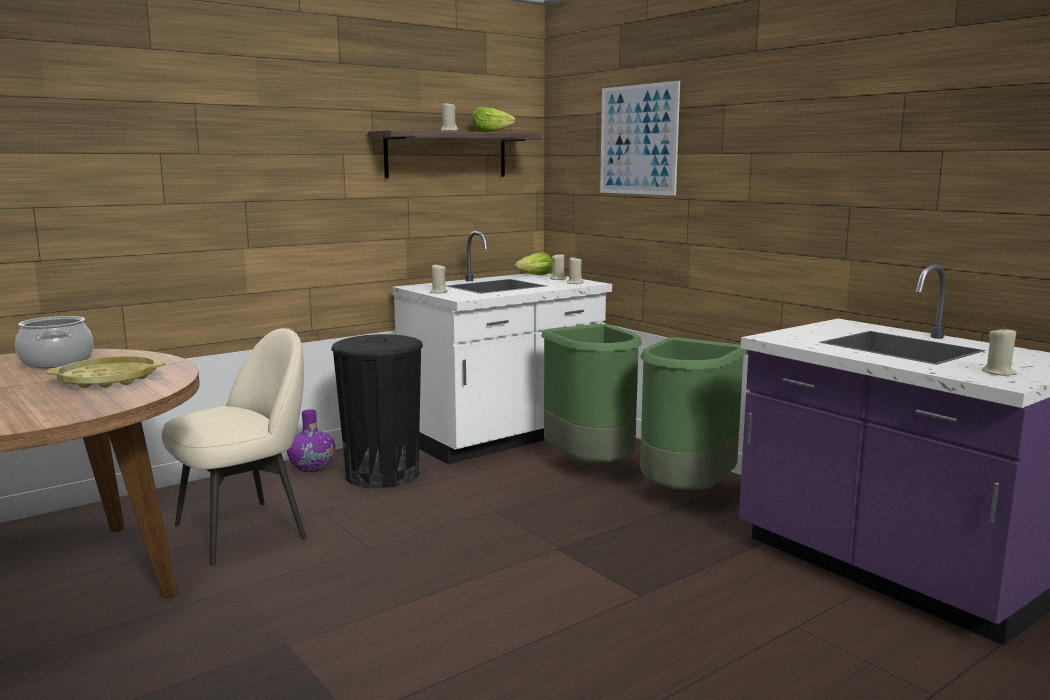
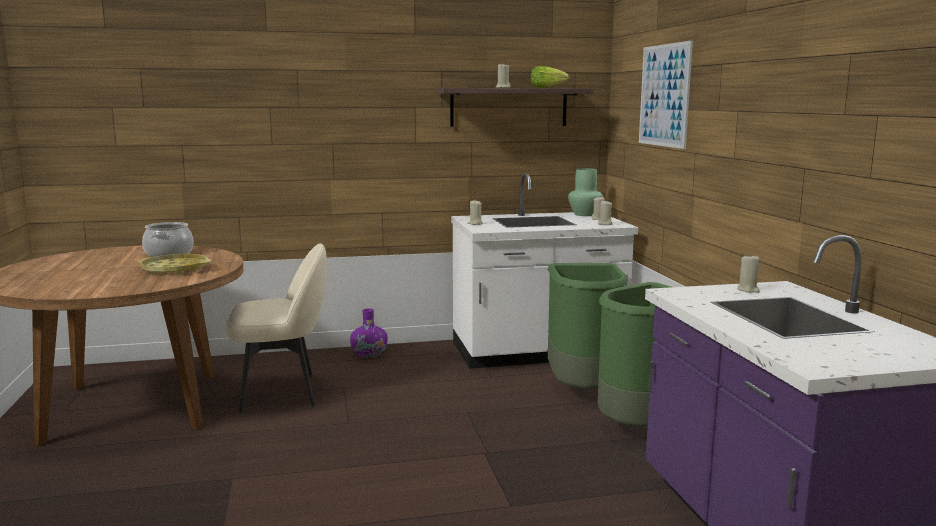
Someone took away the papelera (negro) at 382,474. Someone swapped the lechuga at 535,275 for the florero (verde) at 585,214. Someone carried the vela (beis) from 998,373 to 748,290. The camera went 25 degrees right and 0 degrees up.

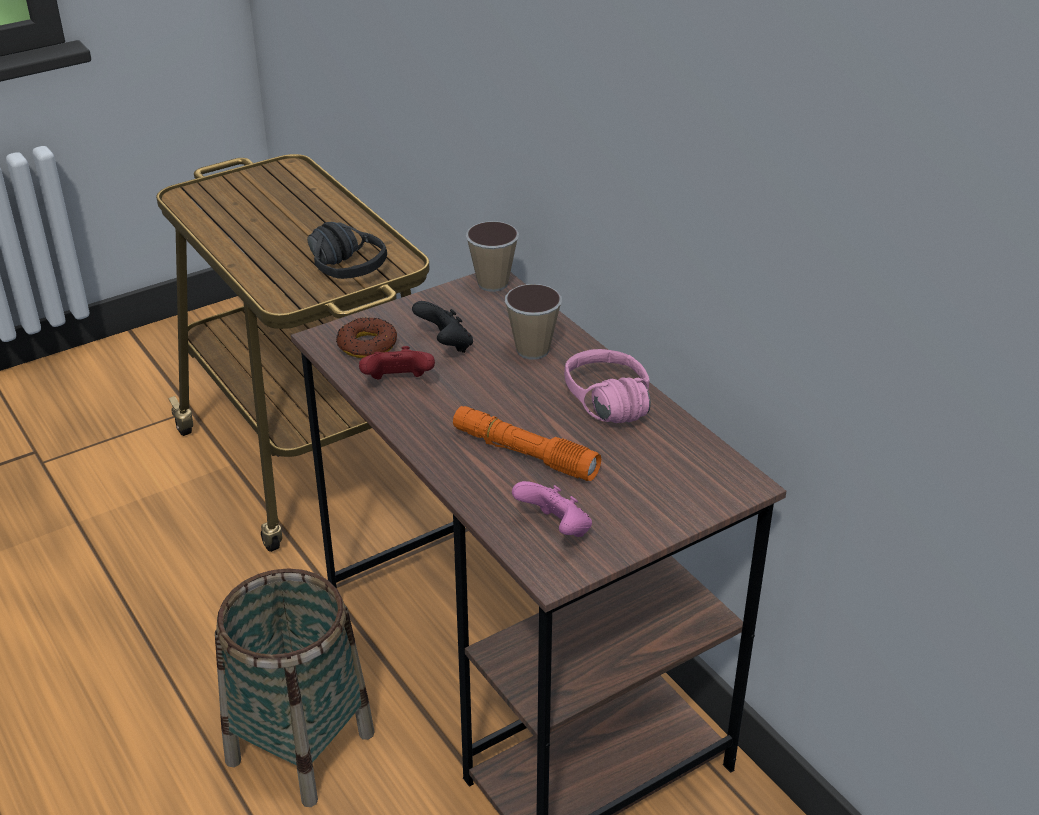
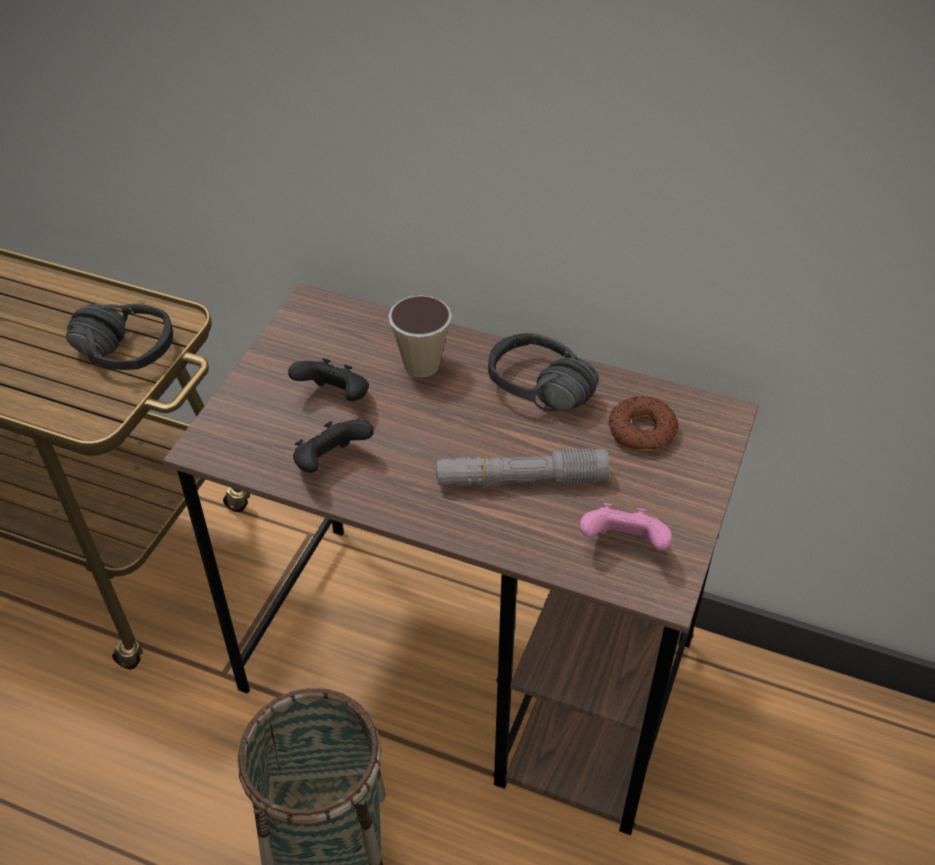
Someone carried the rosquilla from 367,345 to 641,430. Someone repainted the mando de consola (rojo) at 398,383, which became the mando de consola (negro) at 331,463. Someone repainted the linterna (naranja) at 524,453, which became the linterna (gris) at 521,479. Someone took away the taza at 493,283. Someone repainted the auriculares (rosa) at 594,406, which became the auriculares (negro) at 532,398. The camera went 35 degrees left and 10 degrees up.

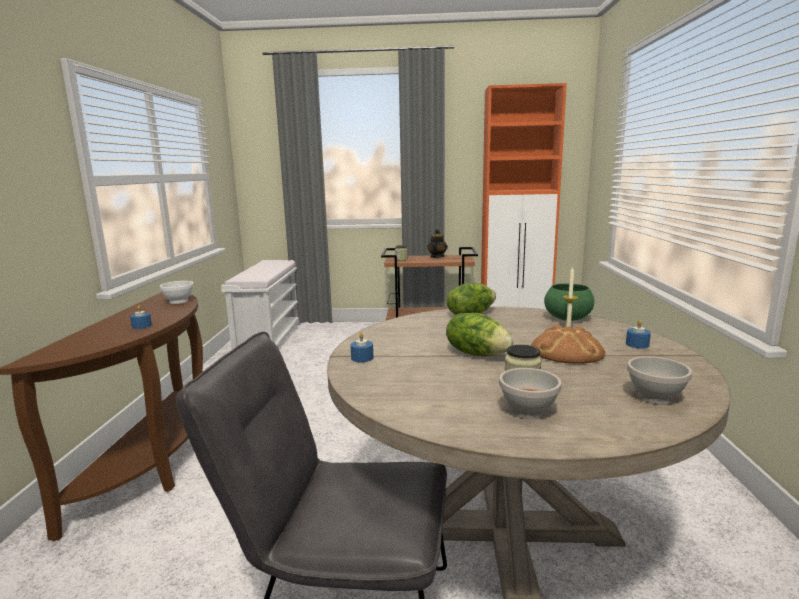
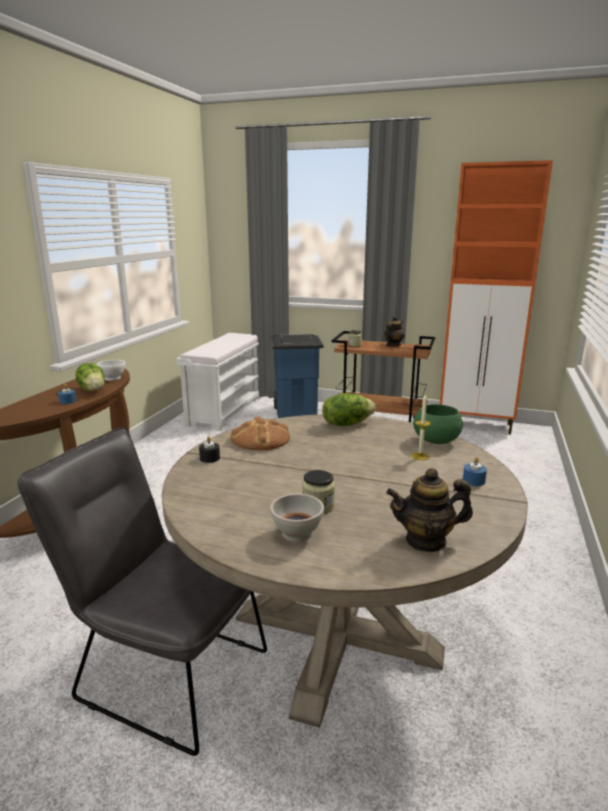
Someone repainted the vela (azul) at 362,358, which became the vela (negro) at 209,458. Someone carried the lechuga from 477,353 to 93,390. Someone carried the pan from 566,351 to 260,439. Someone swapped the cuenco (blanco) at 656,397 for the tetera at 426,541. Someone put down the papelera (azul) at 296,411. The camera went 15 degrees right and 5 degrees up.

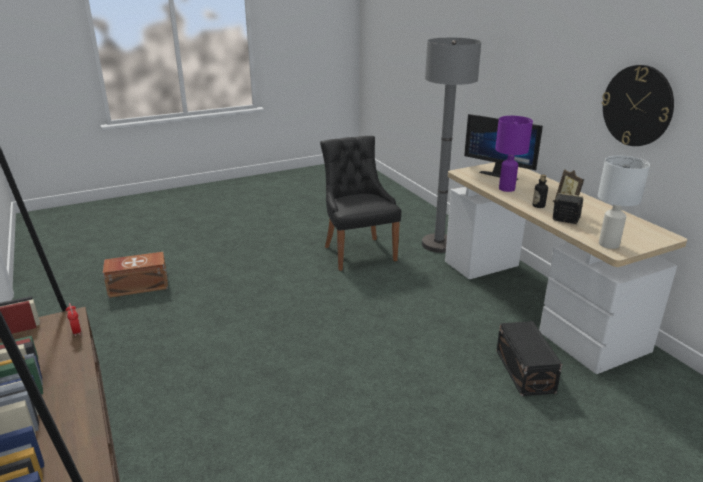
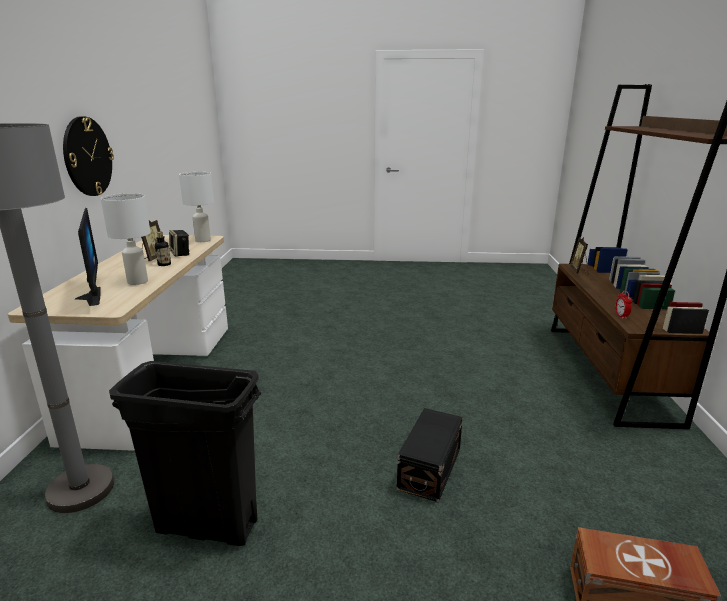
Someone swapped the silla (negro) at 358,252 for the papelera (negro) at 206,526. Someone repainted the lámpara de mesa (morado) at 507,189, which became the lámpara de mesa (blanco) at 137,281. Someone carried the caja de almacenaje (negro) from 524,371 to 431,468. Someone put down the portarretratos at 579,271. The camera went 150 degrees left and 5 degrees down.

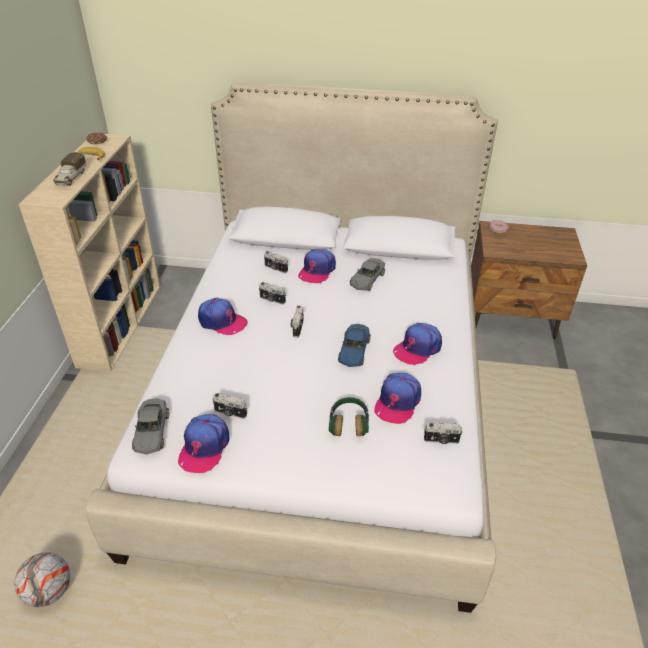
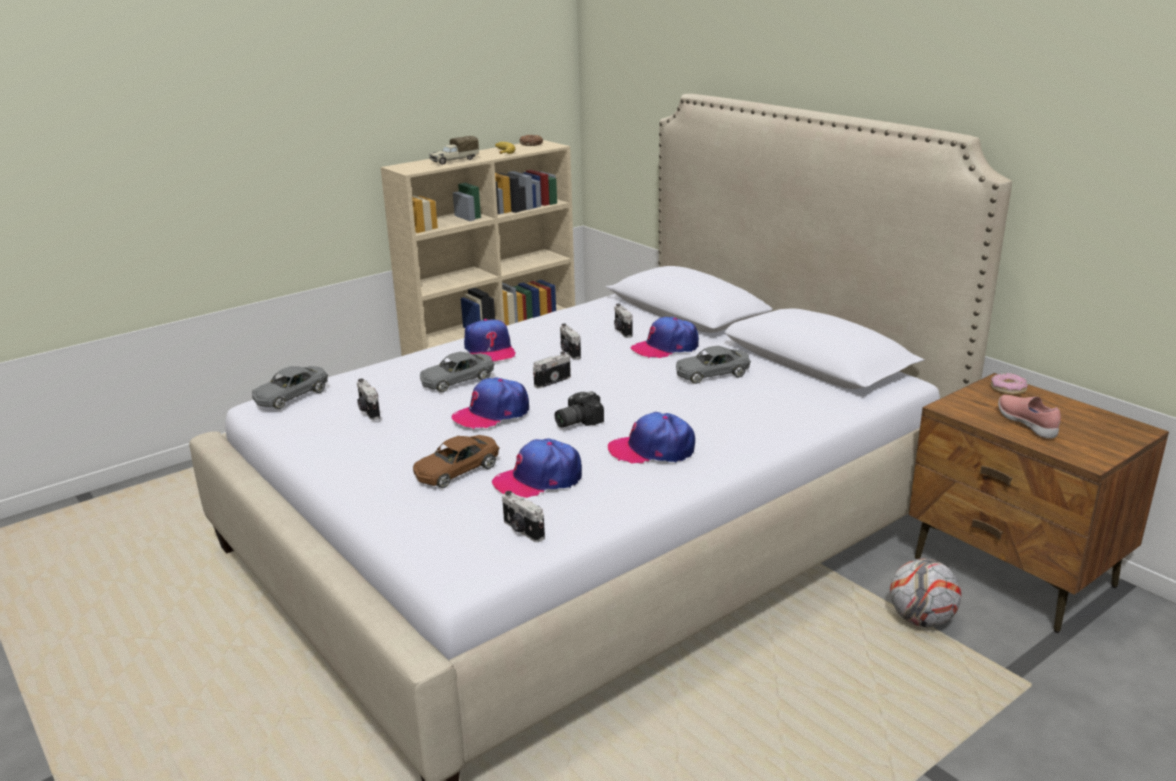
Someone carried the balón de fútbol from 49,591 to 921,619. Someone carried the gorra from 204,447 to 492,413. Someone swapped the auriculares at 348,423 for the coche de juguete (marrón) at 457,470. Someone swapped the coche de juguete (azul) at 354,350 for the cámara at 575,421. Someone put down the coche de juguete (gris) at 457,380. Someone put down the zapato (rosa) at 1027,424. The camera went 45 degrees right and 15 degrees down.

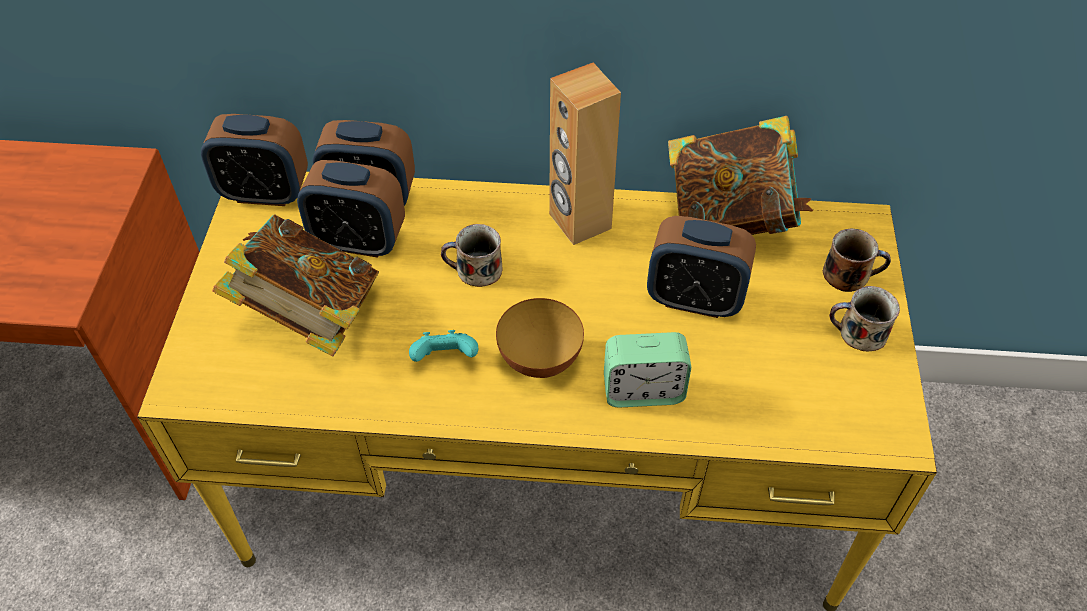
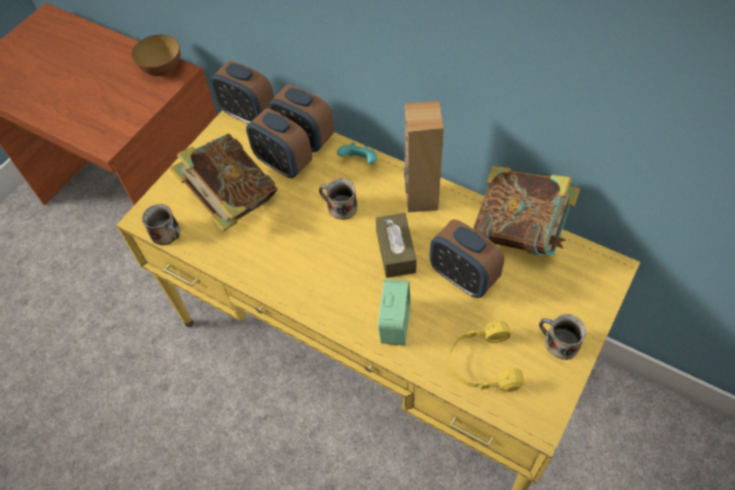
Someone carried the mando de consola (turquesa) from 445,358 to 359,161. Someone carried the cuenco from 540,361 to 163,70. Someone rotated the despertador at 643,390 by 105 degrees counterclockwise. Someone carried the taza grande from 848,274 to 167,233. Someone put down the caja de pañuelos (marrón) at 395,251. Someone put down the auriculares (amarillo) at 481,364. The camera went 30 degrees right and 5 degrees up.

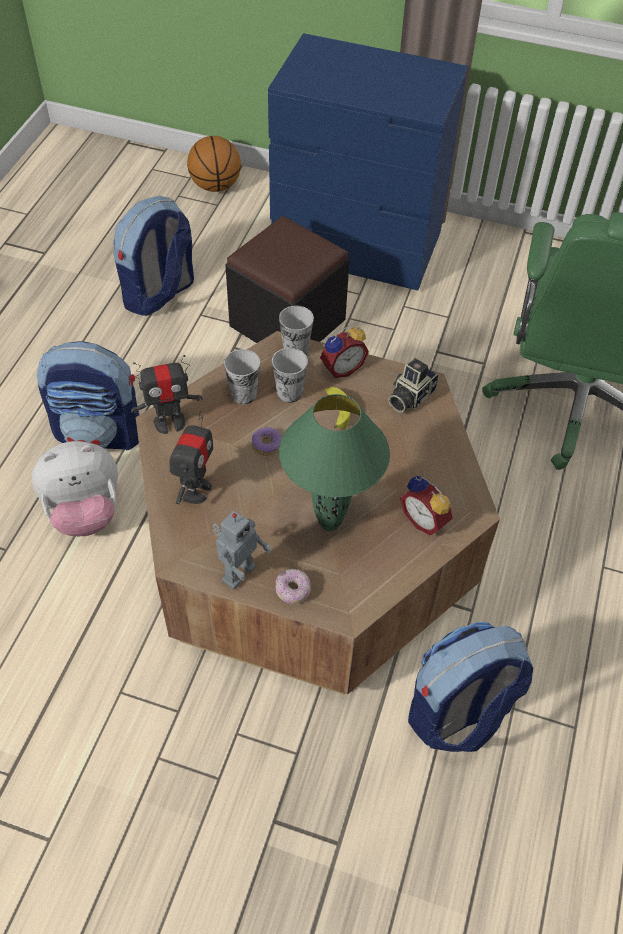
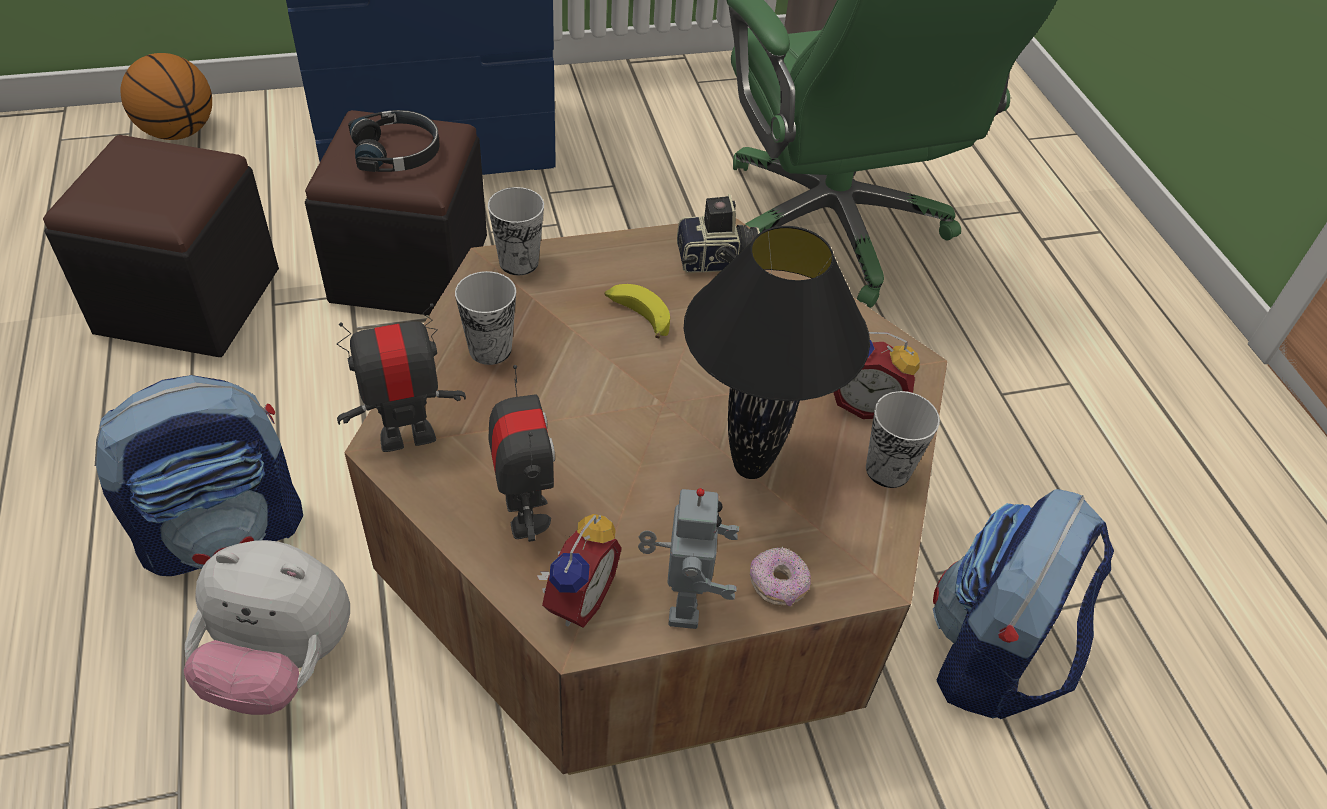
Someone rotated the peluche at 85,512 by 60 degrees clockwise. Someone swapped the mochila at 159,294 for the puf (negro) at 188,301. Someone rotated the robot de juguete at 169,422 by 150 degrees counterclockwise. Someone took away the rosquilla at 266,445. Someone carried the taza from 289,393 to 888,470. Someone repainted the lámpara de mesa (verde) at 329,522, which became the lámpara de mesa (negro) at 748,466. Someone carried the despertador from 341,368 to 576,598. Someone rotated the cámara at 409,396 by 105 degrees counterclockwise. Someone put down the auriculares (negro) at 397,152. The camera went 35 degrees left and 5 degrees down.

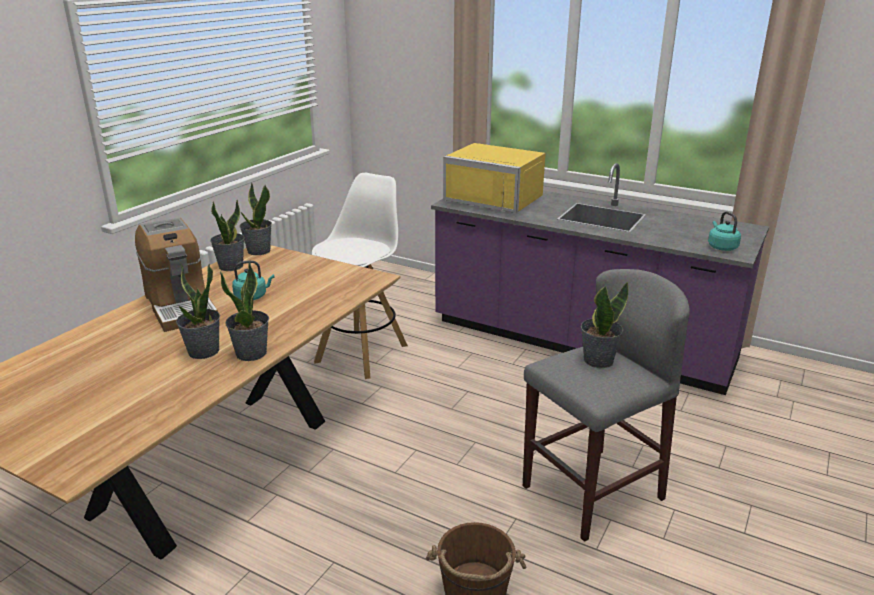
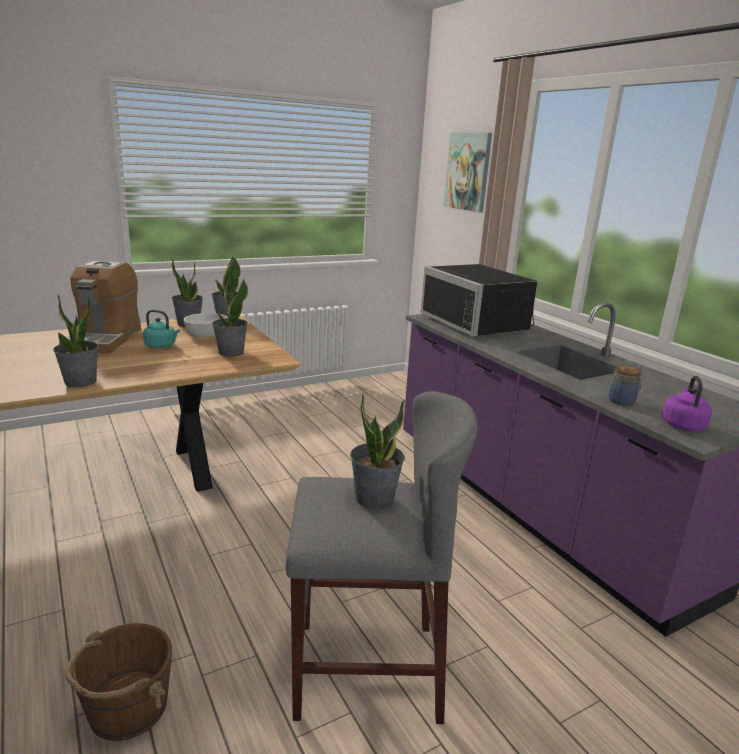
Someone carried the planta en maceta from 203,351 to 230,352. Someone took away the taburete (blanco) at 362,352. Someone repainted the microondas (amarillo) at 497,198, which became the microondas (negro) at 479,323. Someone repainted the hervidor (turquesa) at 721,247, which became the hervidor (morado) at 682,425. Someone put down the cuenco (blanco) at 206,334. Someone put up the cuadro at 468,171. Someone put down the tarro at 622,401. The camera went 30 degrees right and 5 degrees down.

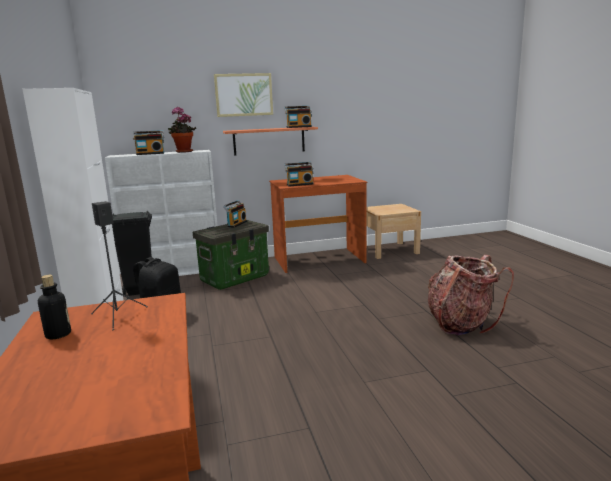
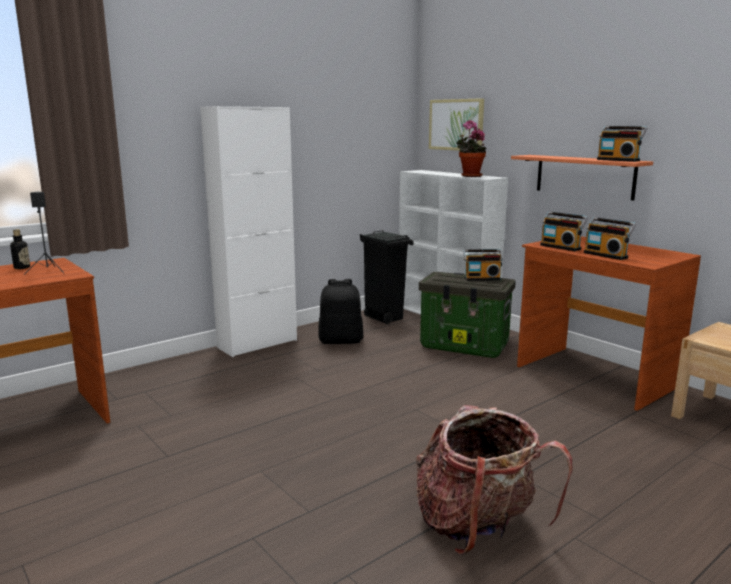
Someone carried the radio from 150,154 to 606,255. Someone carried the cuadro from 244,95 to 456,125. The camera went 65 degrees right and 0 degrees up.

